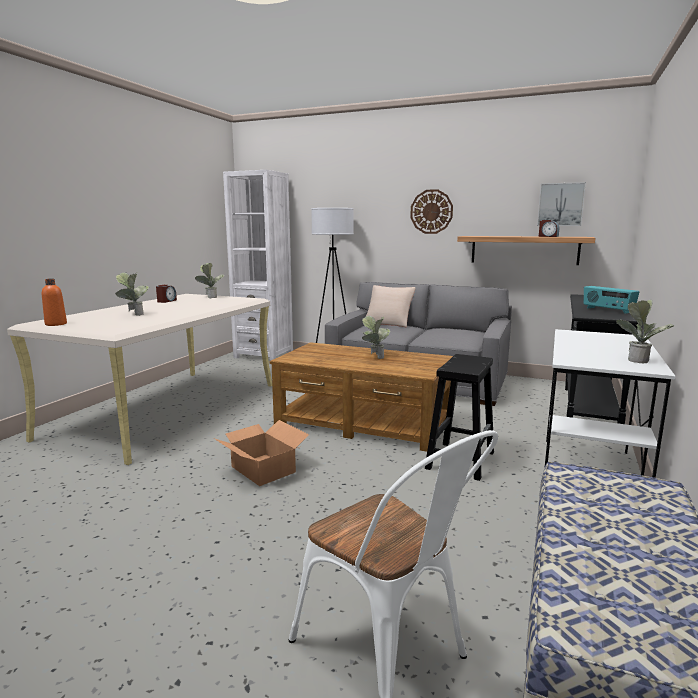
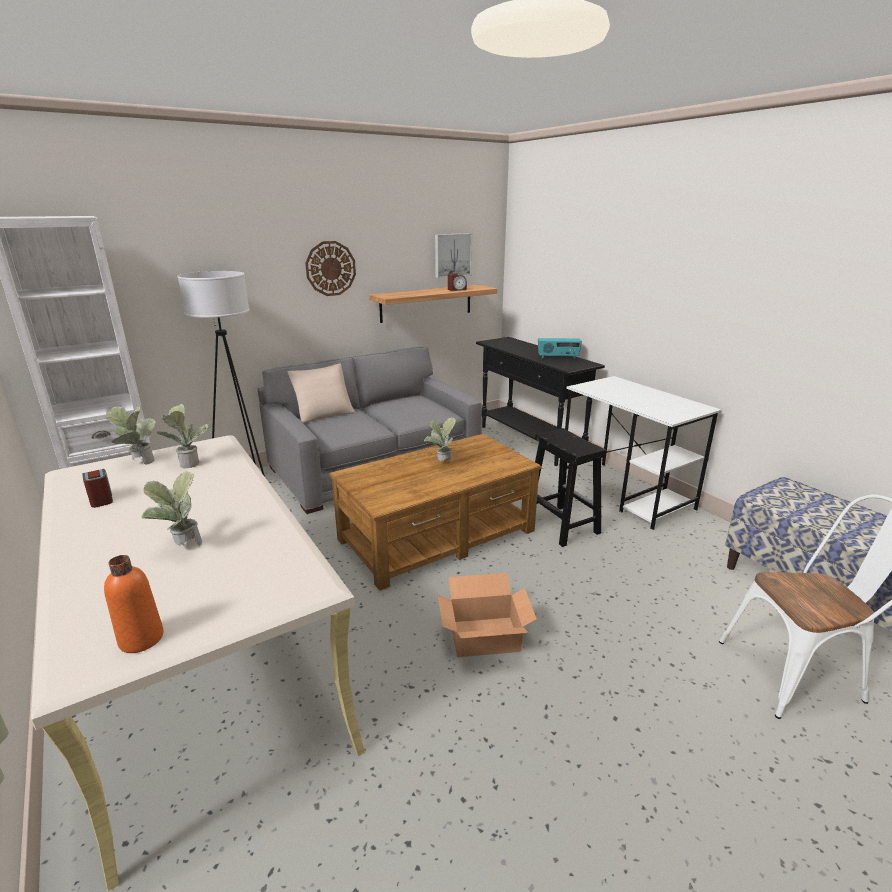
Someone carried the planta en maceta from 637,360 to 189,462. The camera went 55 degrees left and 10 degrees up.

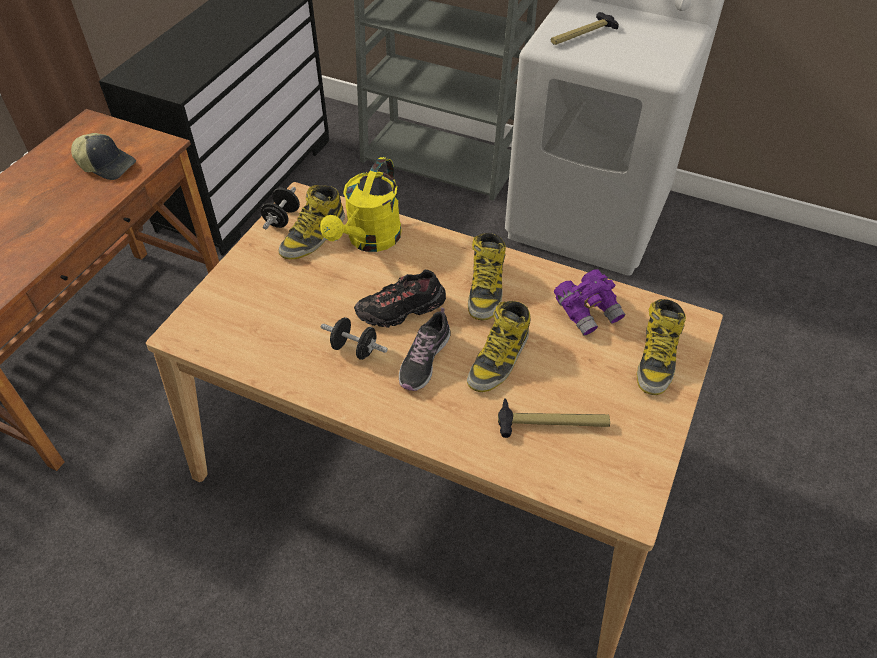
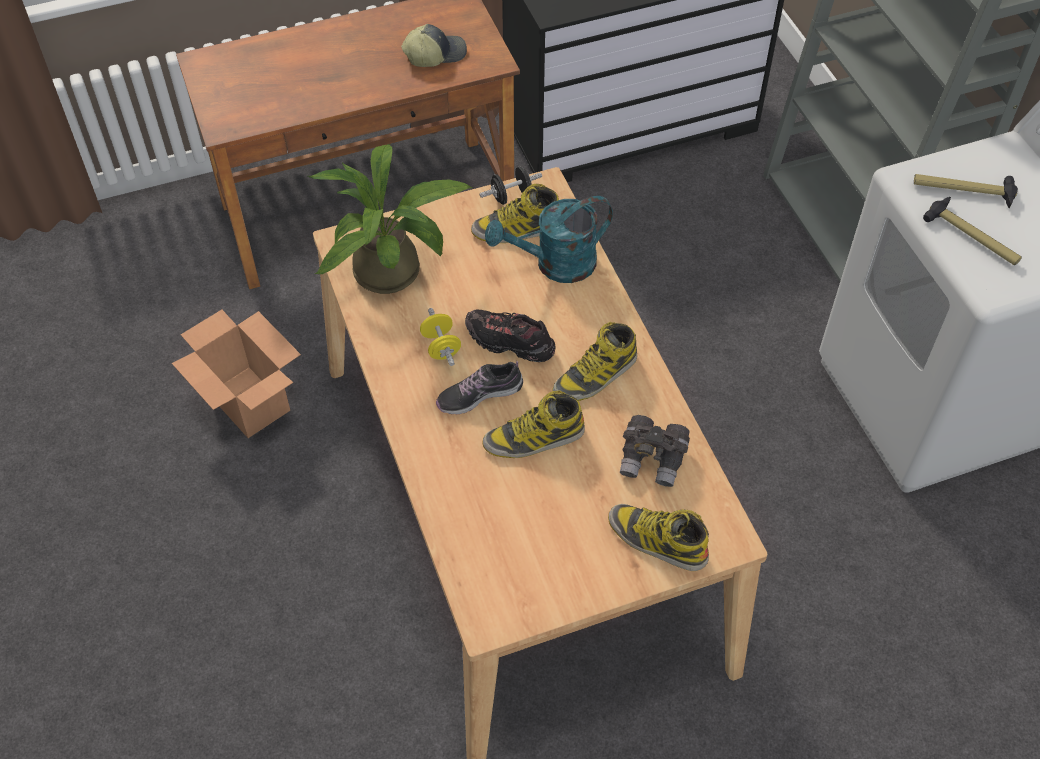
Someone rotated the gorra at 107,165 by 90 degrees counterclockwise. Someone repainted the regadera (amarillo) at 369,240, which became the regadera (turquesa) at 555,265. Someone repainted the mancuerna (negro) at 354,349, which became the mancuerna (amarillo) at 441,347. Someone carried the martillo from 552,423 to 972,237. Someone repainted the prismáticos (morado) at 587,312, which became the prismáticos (gris) at 653,459. Someone rotated the bota at 656,359 by 60 degrees clockwise. Someone put down the caja de cartón at 248,402. Someone put down the planta en maceta at 395,272. The camera went 45 degrees right and 5 degrees up.

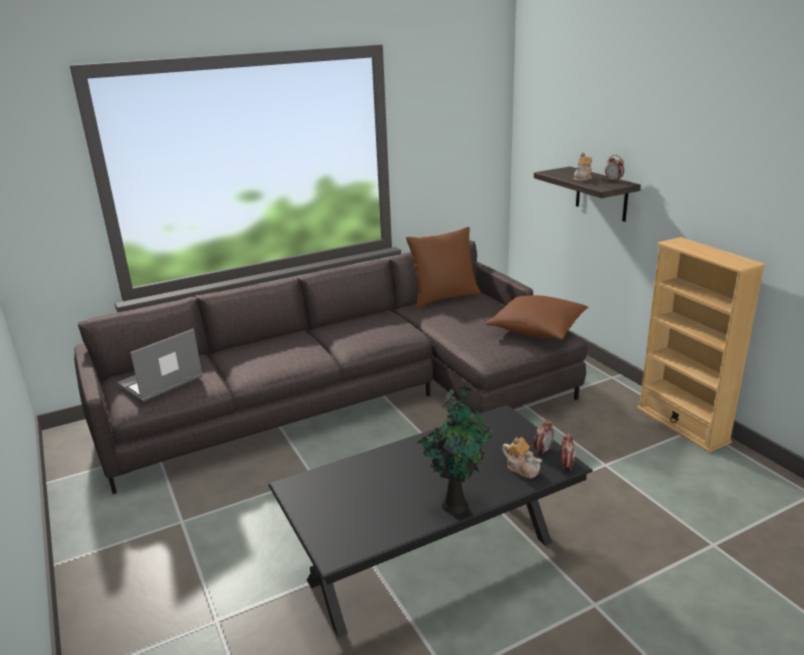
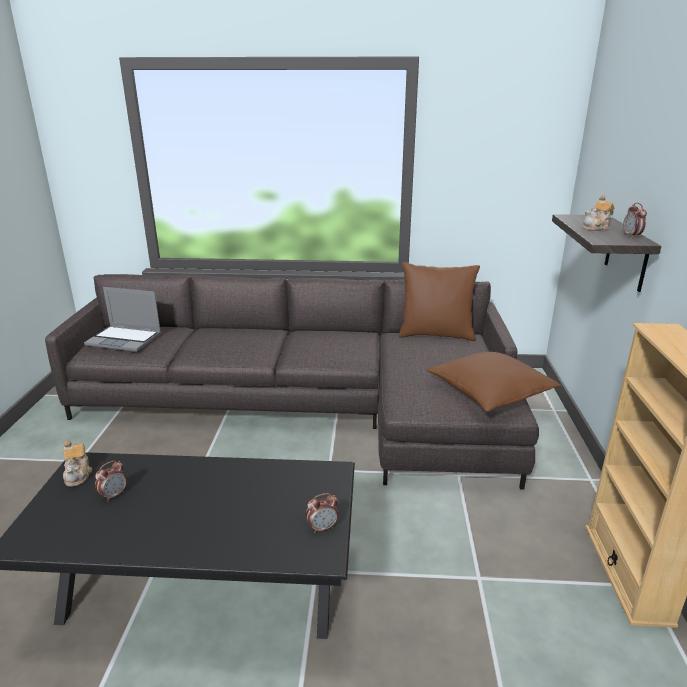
Someone rotated the portátil at 160,382 by 150 degrees counterclockwise. Someone took away the planta en maceta at 455,503. Someone carried the tetera from 522,468 to 78,474. Someone carried the despertador from 566,465 to 114,495. The camera went 30 degrees right and 0 degrees up.

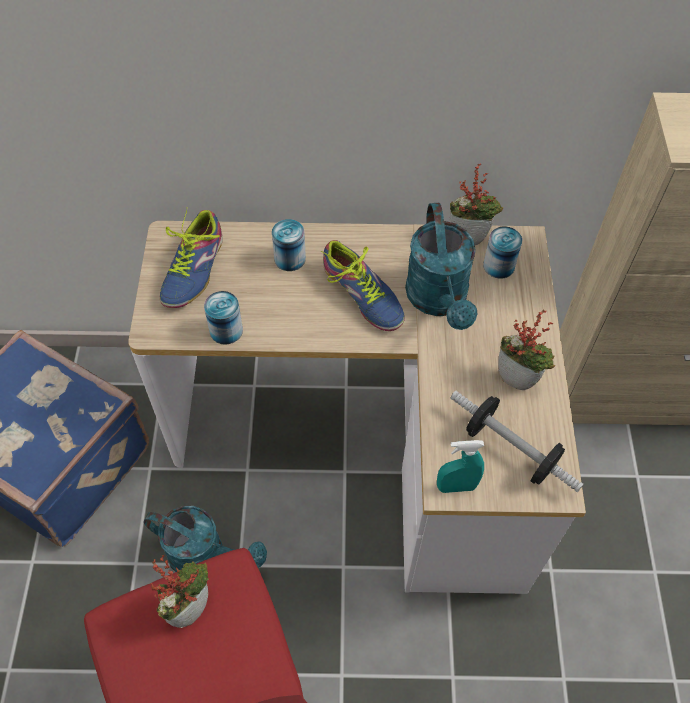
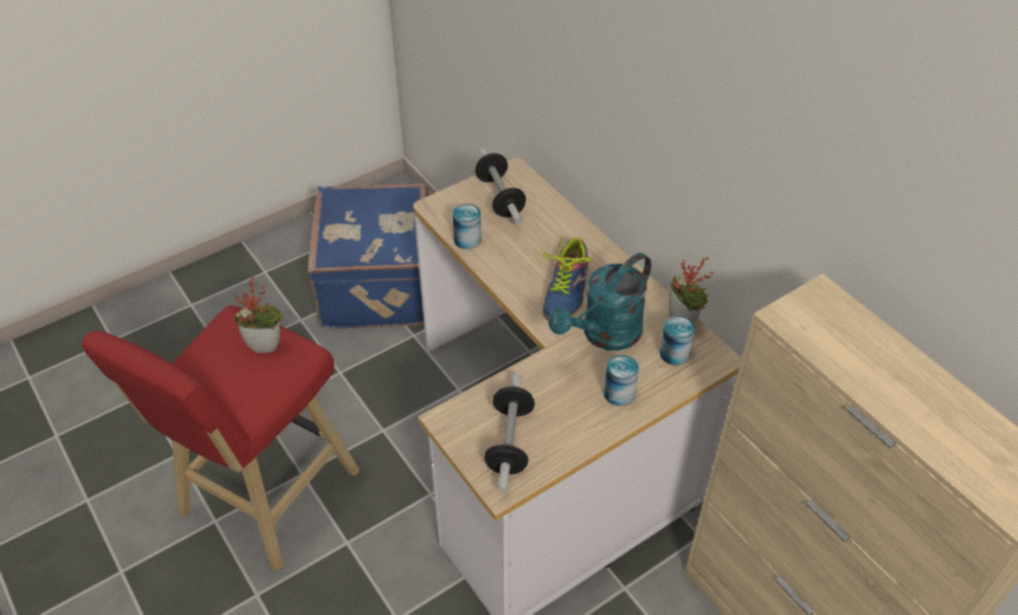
Someone took away the regadera (turquesa) at 206,555. Someone swapped the zapato at 194,269 for the mancuerna at 500,197. Someone carried the lata from 290,258 to 619,393. Someone took away the pulverizador (turquesa) at 456,487. Someone took away the planta en maceta at 519,378. The camera went 55 degrees right and 10 degrees down.

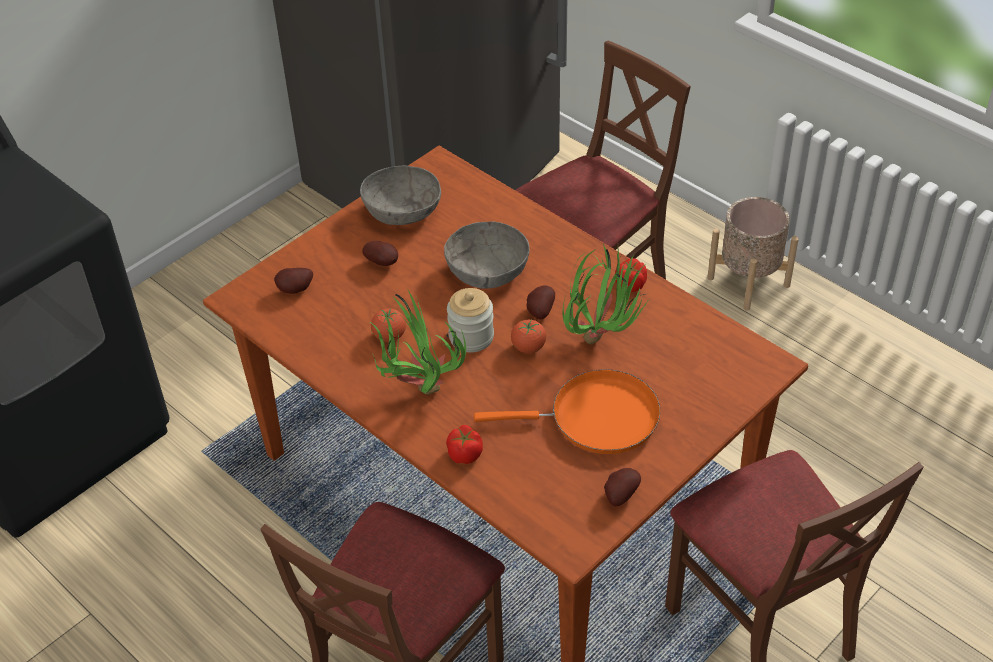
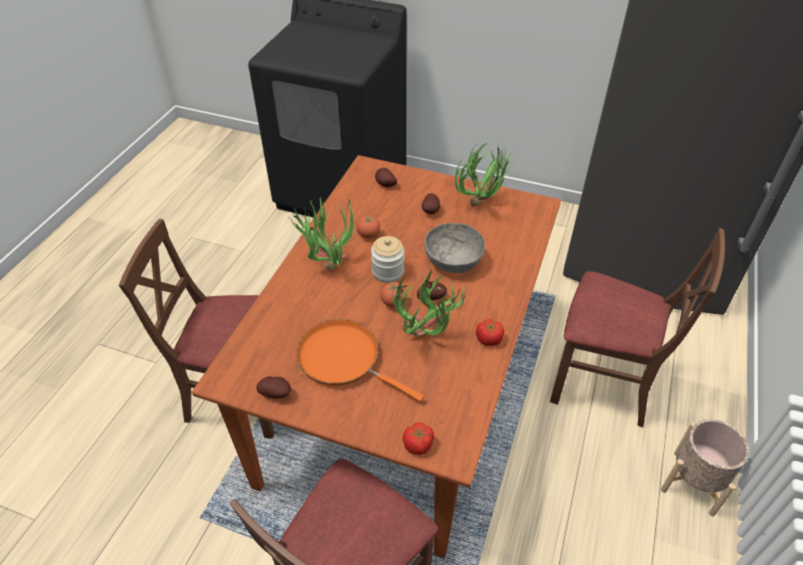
Someone swapped the cuenco (gris) at 403,212 for the planta en maceta at 483,204. Someone carried the tomate from 465,454 to 418,444. Someone rotated the sartén (naranja) at 596,418 by 150 degrees clockwise. The camera went 65 degrees right and 0 degrees up.

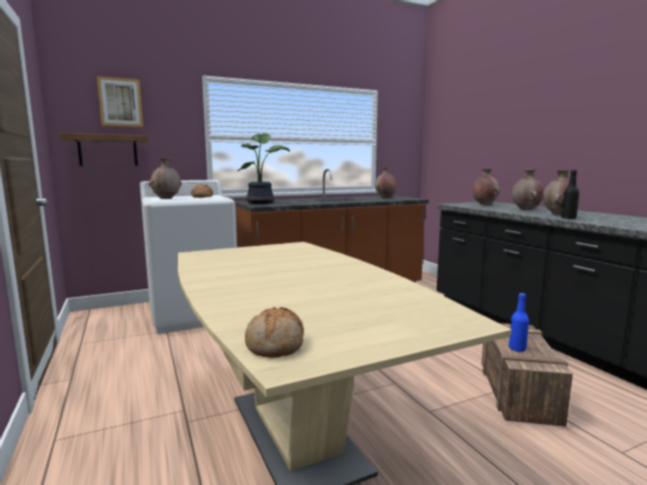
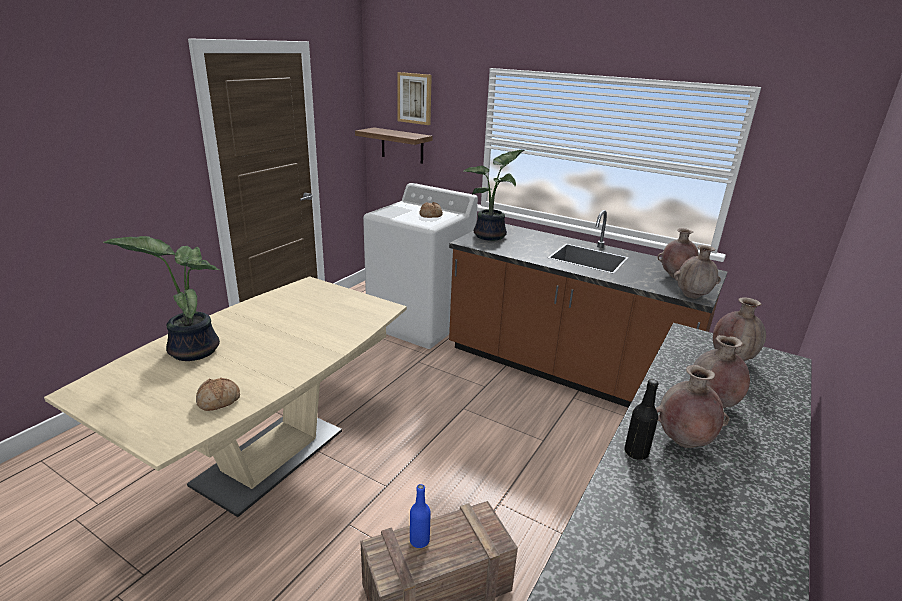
Someone carried the florero (marrón) from 166,199 to 692,296. Someone carried the pan from 276,345 to 218,401. Someone put down the planta en maceta at 192,350. The camera went 55 degrees right and 15 degrees up.

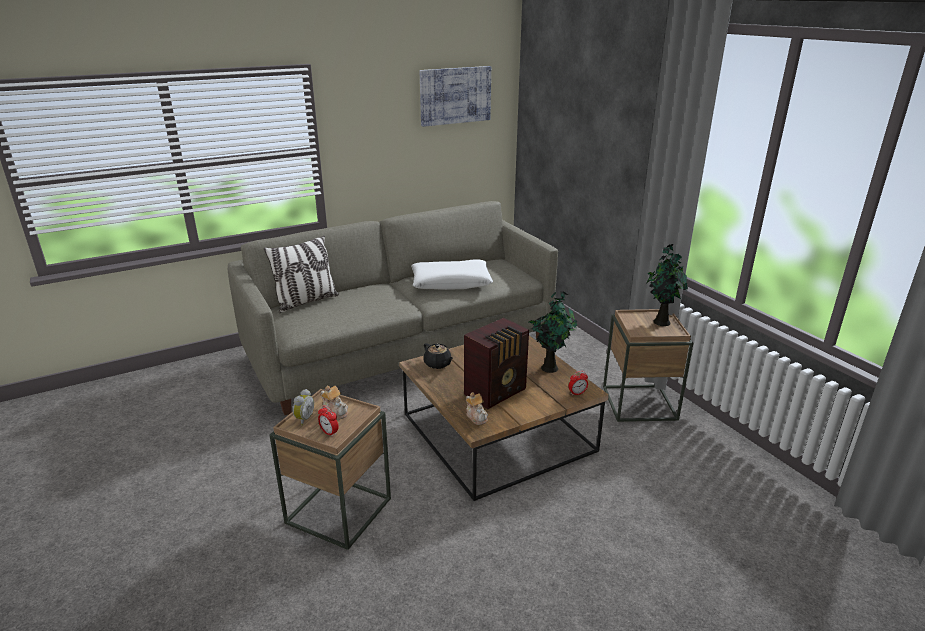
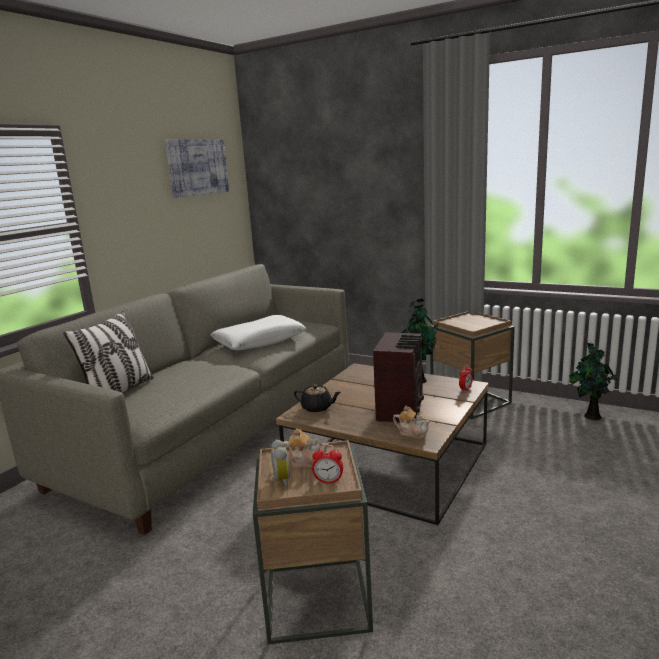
Someone carried the planta en maceta from 660,321 to 591,416. The camera went 30 degrees left and 10 degrees down.

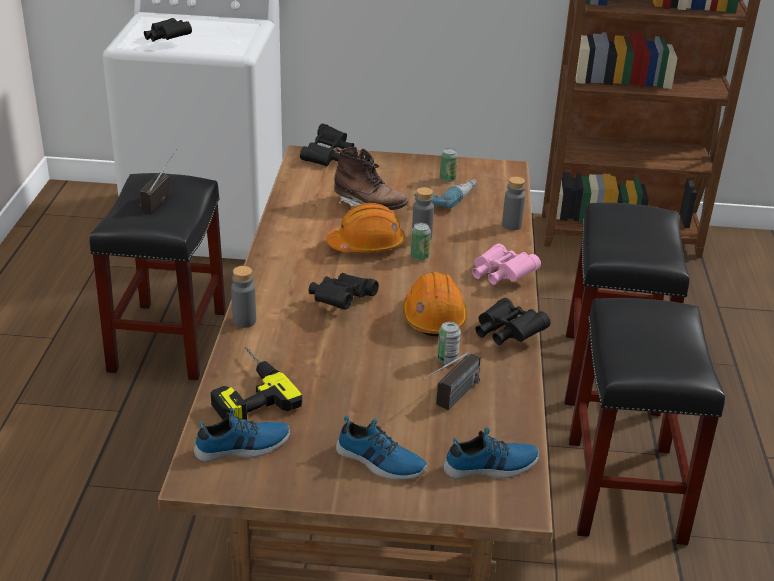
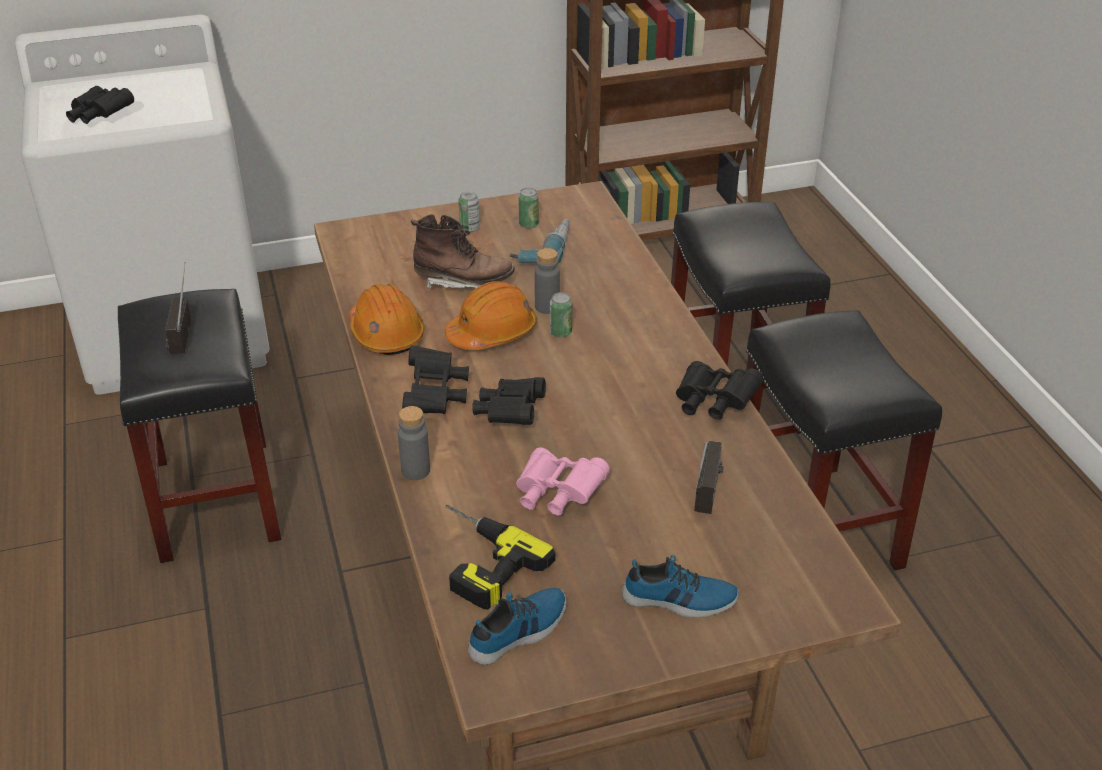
Someone carried the prismáticos (negro) from 328,157 to 435,394. Someone carried the casco (naranja) from 434,317 to 386,334. Someone carried the lata from 447,359 to 469,228. Someone took away the zapato at 491,466. Someone carried the prismáticos (rosa) from 500,276 to 557,494. Someone took away the botella (gris) at 511,225. The camera went 20 degrees left and 5 degrees up.

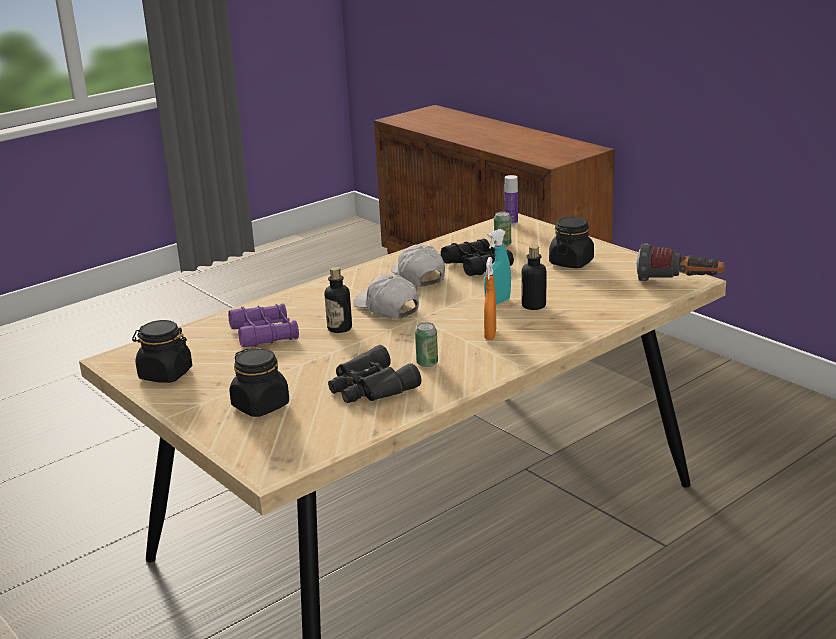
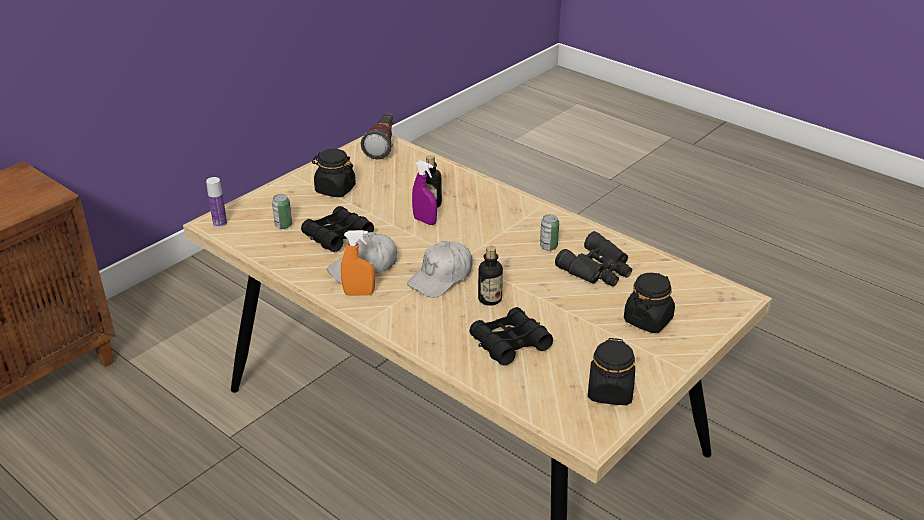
Someone repainted the prismáticos (morado) at 264,334, which became the prismáticos (negro) at 510,343. Someone repainted the pulverizador (turquesa) at 497,302, which became the pulverizador (morado) at 425,221. Someone carried the pulverizador (naranja) from 490,334 to 359,293. The camera went 100 degrees left and 10 degrees up.

